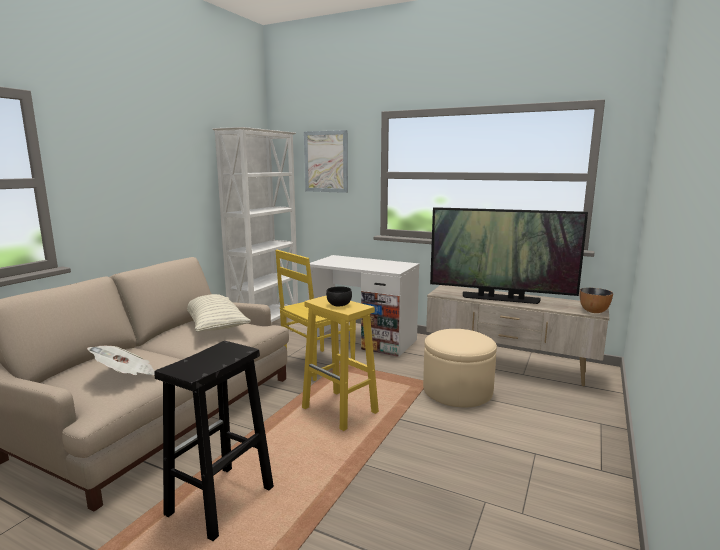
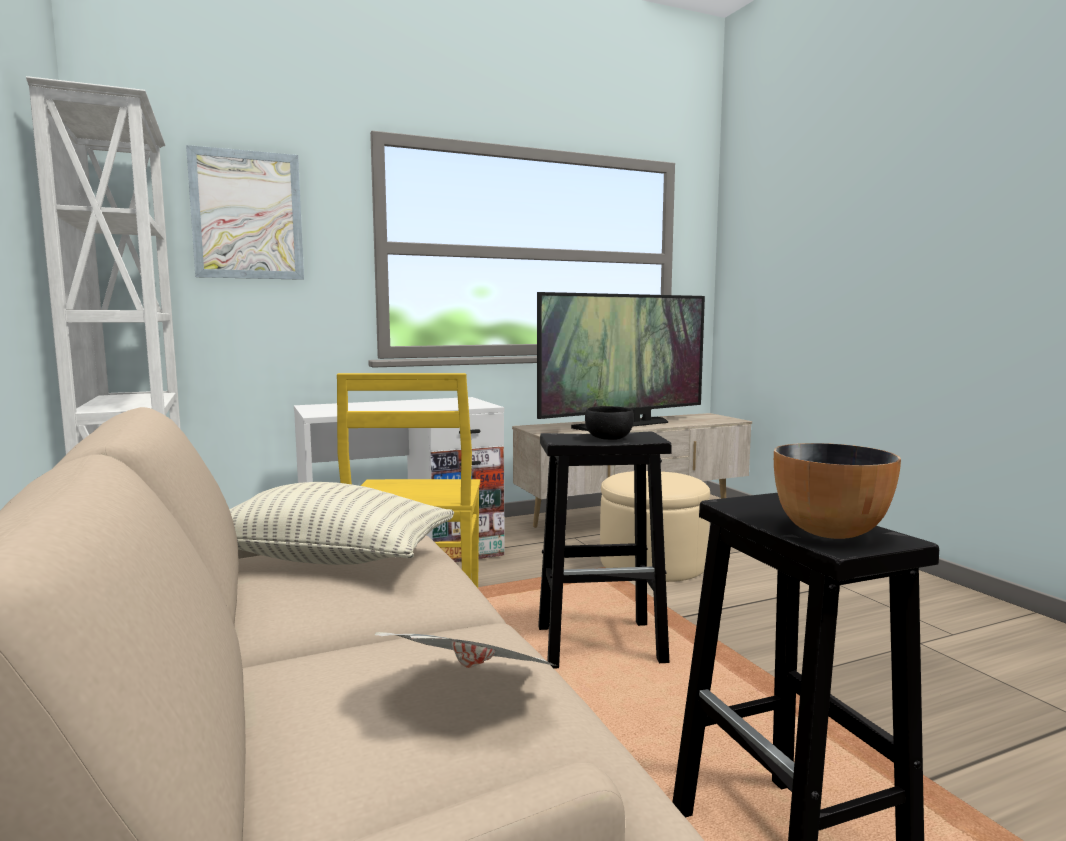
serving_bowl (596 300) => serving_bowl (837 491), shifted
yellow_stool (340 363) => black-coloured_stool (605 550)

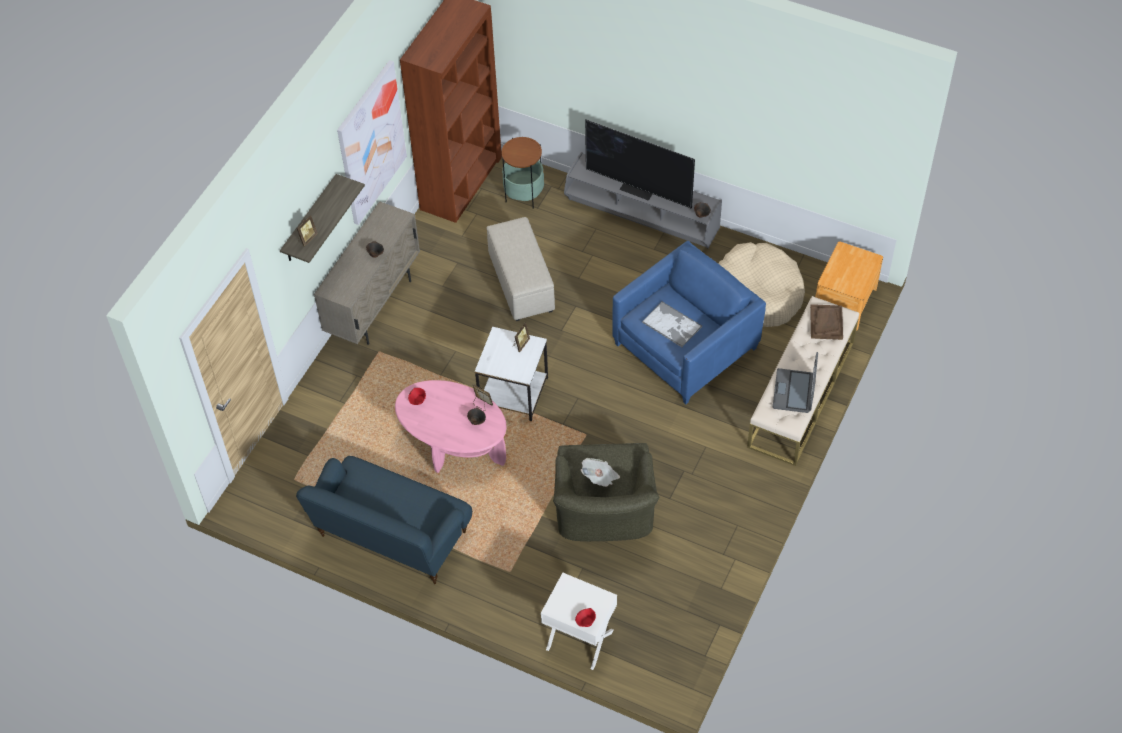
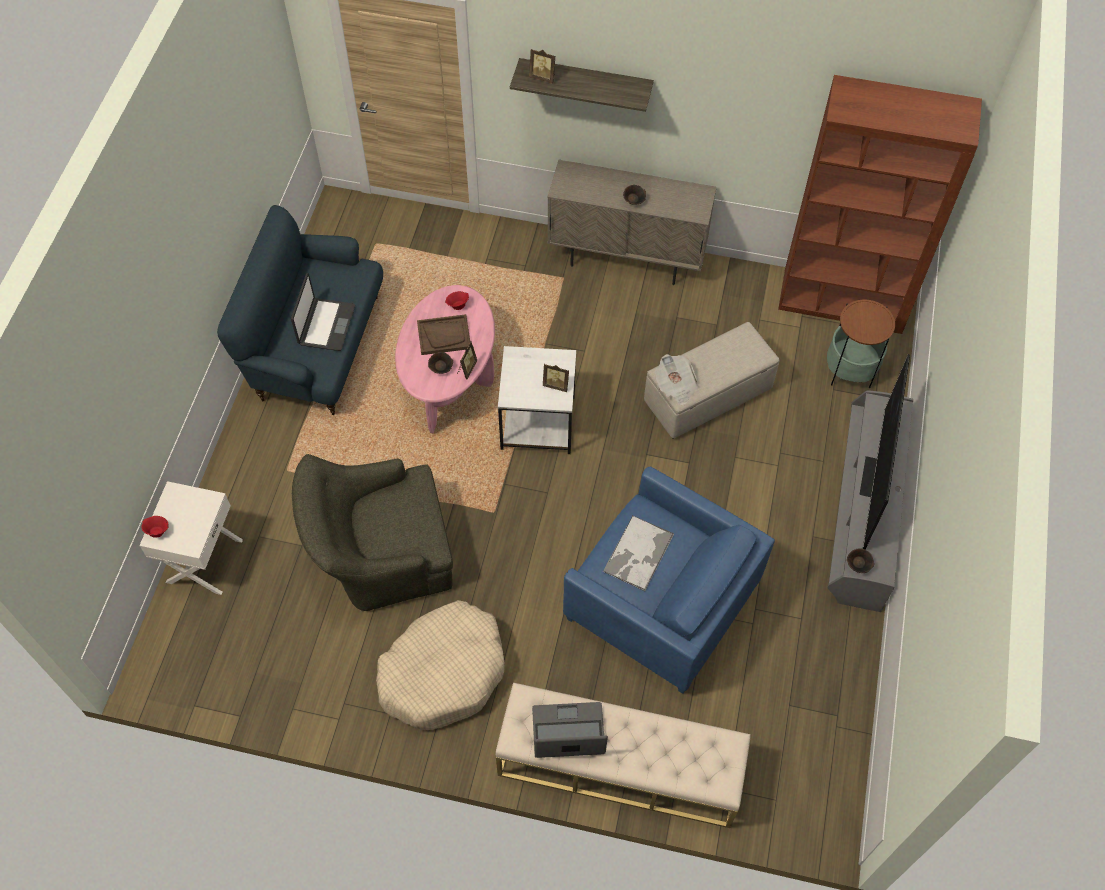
picture (372 142) => nothing
brown-coloured_bedside_table (849 286) => nothing
nothing => portable_computer (323 312)
daily_paper (600 472) => daily_paper (677 379), shifted
sand-coloured_dog_cushion (762 284) => sand-coloured_dog_cushion (440 665), shifted
brown-coloured_tray (826 322) => brown-coloured_tray (443 334), shifted

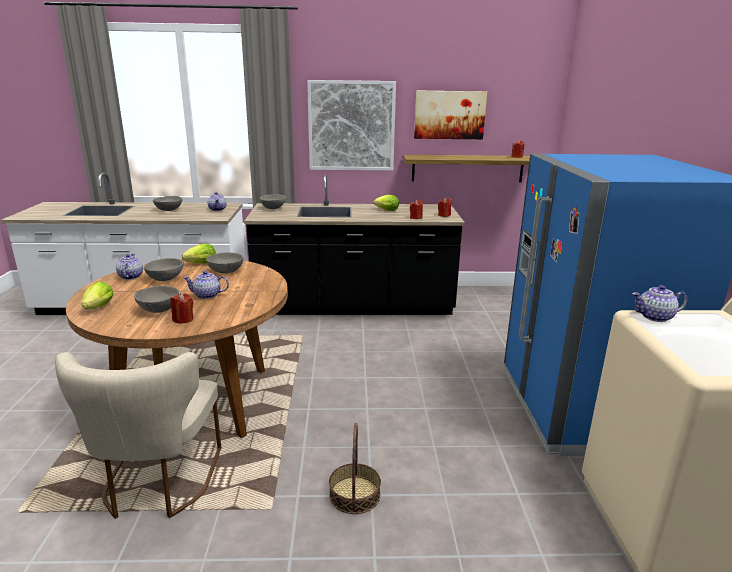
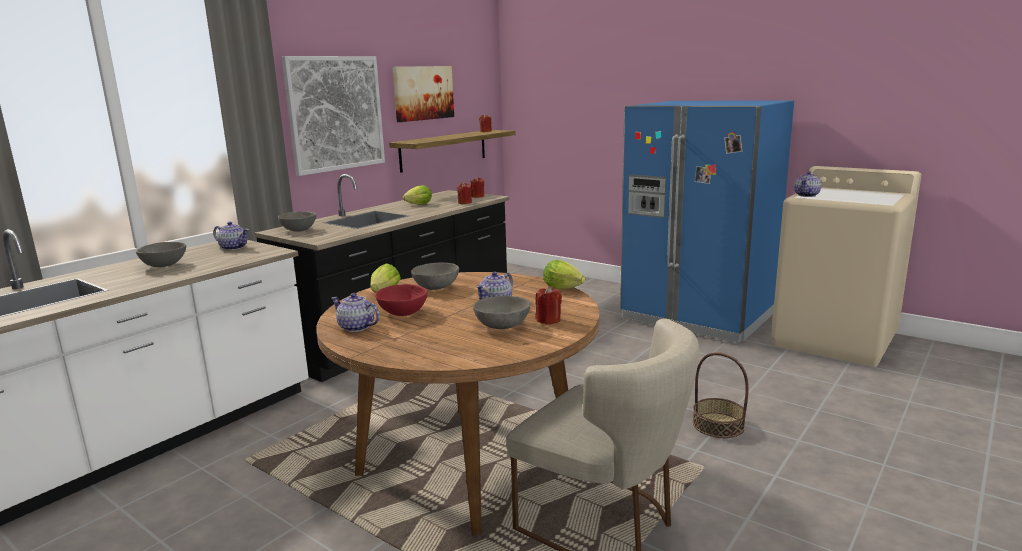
head_of_lettuce (98 295) => head_of_lettuce (564 275), shifted
grey_serving_bowl (164 269) => red_serving_bowl (401 300)

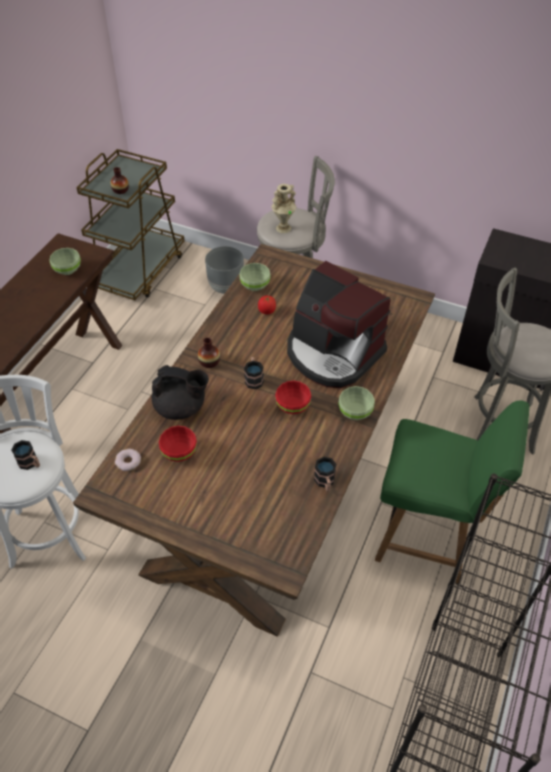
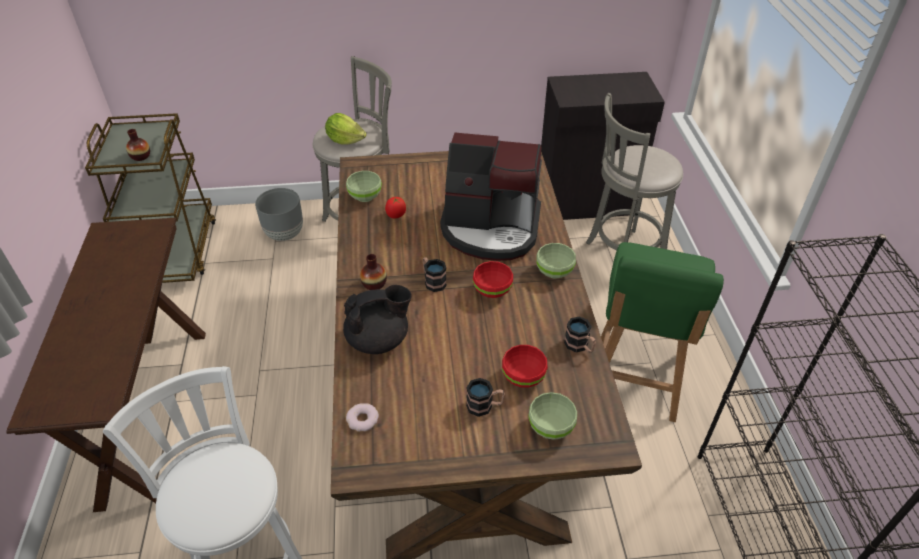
coffee_mug (25 455) => coffee_mug (485 397), shifted
green_serving_bowl (65 261) => green_serving_bowl (552 416), shifted
red_serving_bowl (178 444) => red_serving_bowl (525 366), shifted
sand-coloured_flower_vase (283 208) => head_of_lettuce (346 128)
green_upright_chair (452 492) => green_upright_chair (662 332), 120 degrees clockwise

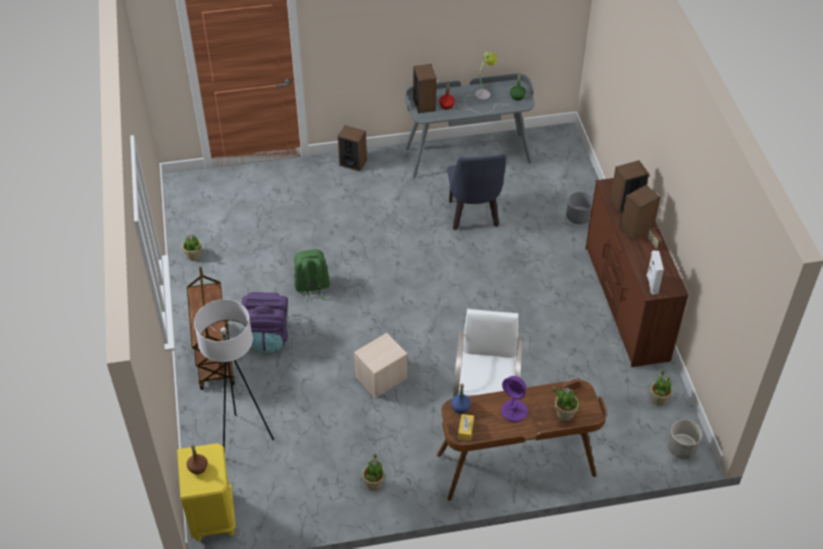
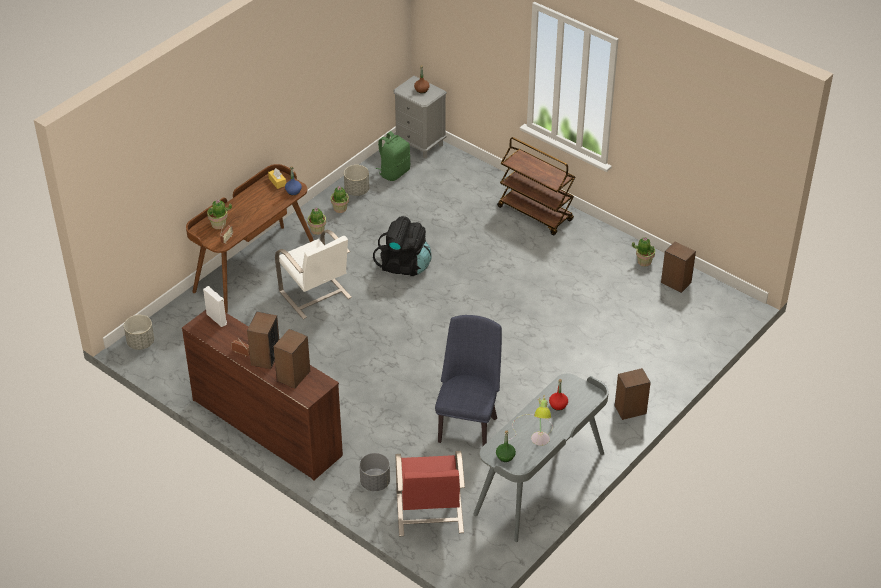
white_floor_lamp (234 375) => nothing
purple_rucksack (265 322) => nothing
purple_table_lamp (514 399) => nothing
nothing => grey_flower_pot (356 180)
nothing => red_upright_chair (430 493)
green_rucksack (312 275) => green_rucksack (393 156), shifted
audio_speaker (425 89) => audio_speaker (678 267), shifted
potted_plant (661 388) => potted_plant (317 221), shifted
sand-coloured_storage_box (381 365) => black-coloured_rucksack (402 246)
yellow_bedside_table (206 492) => grey_bedside_table (420 117)
bluish_upright_chair (477 192) => bluish_upright_chair (468 380), 60 degrees clockwise

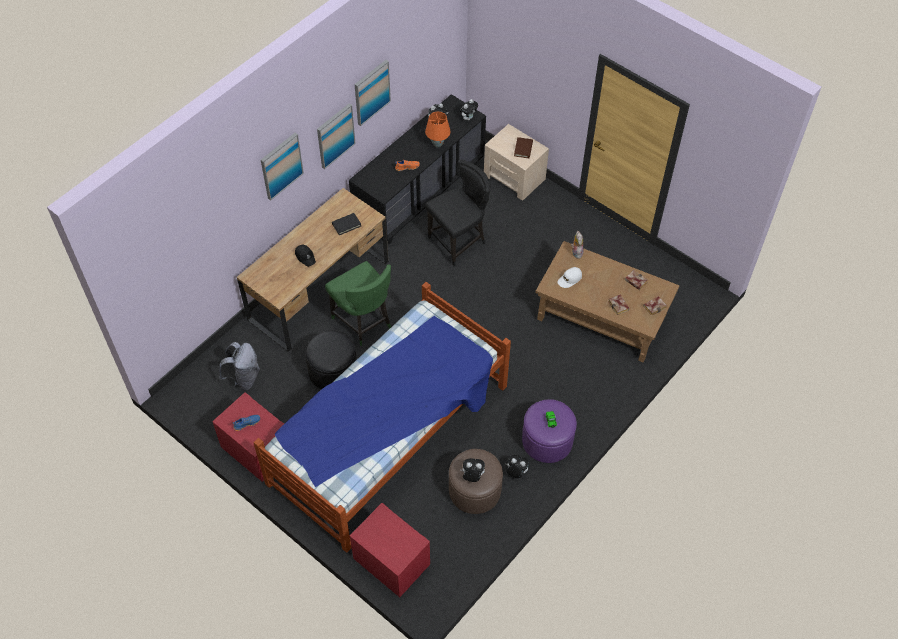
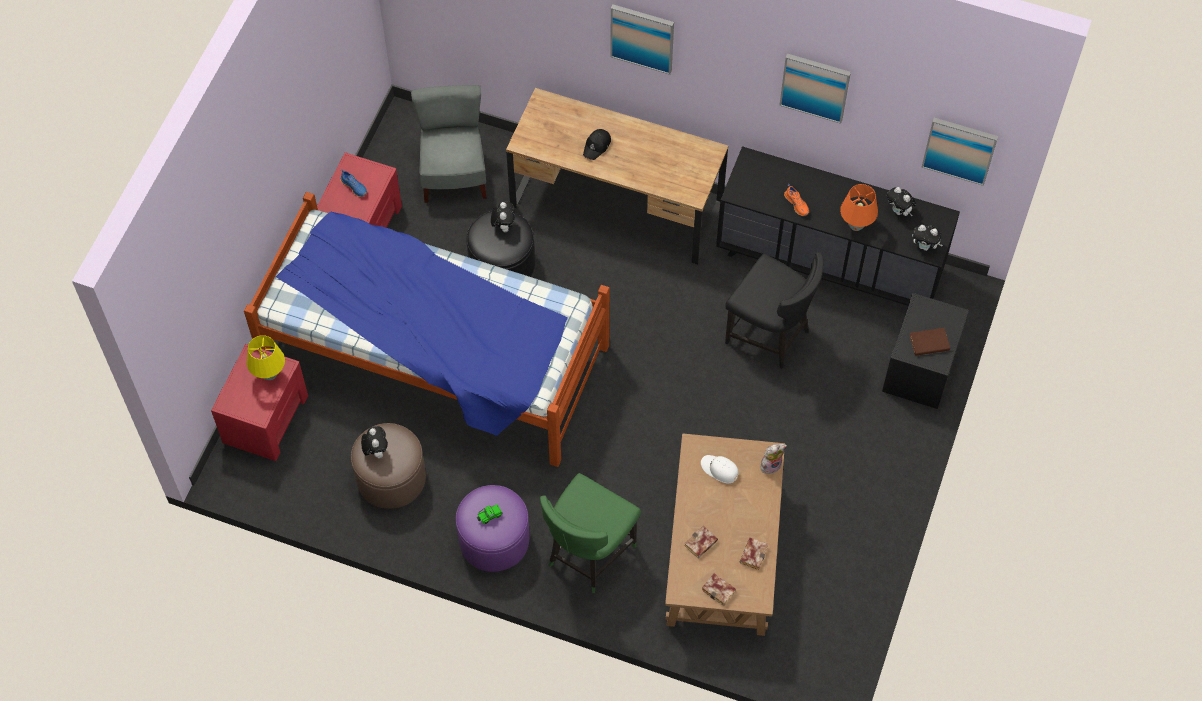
black-coloured_bound_book (346 224) => nothing
nothing => yellow_table_lamp (266 357)
picture (336 136) => picture (959 152), shifted
green_upright_chair (358 303) => green_upright_chair (590 533), shifted
cuddly_toy (517 466) => cuddly_toy (503 216), shifted
grey_rucksack (239 366) => grey_upright_chair (449 144)
sand-coloured_bedside_table (516 162) => black-coloured_bedside_table (925 351)

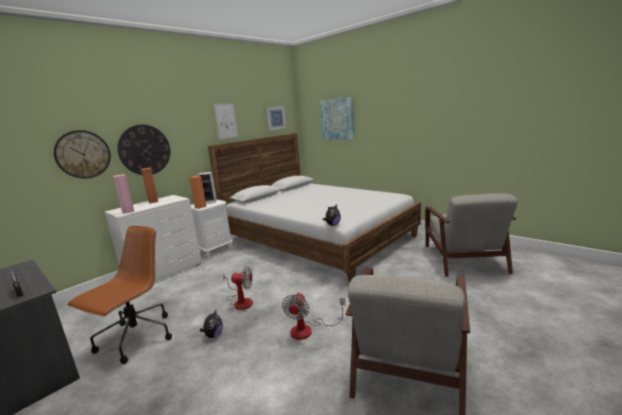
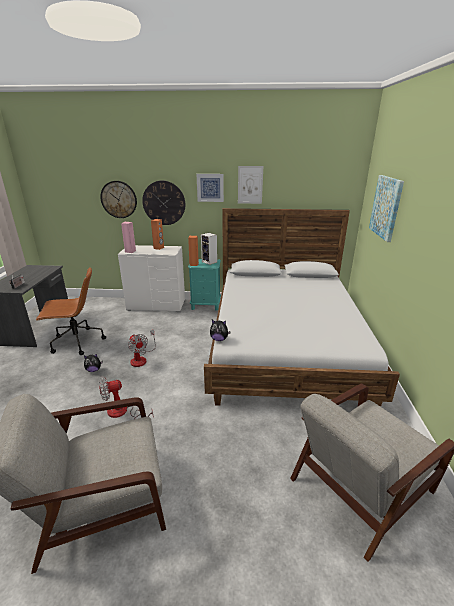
picture (276 118) => picture (210 188), shifted
white_bedside_table (212 229) => turquoise-coloured_bedside_table (204 285)

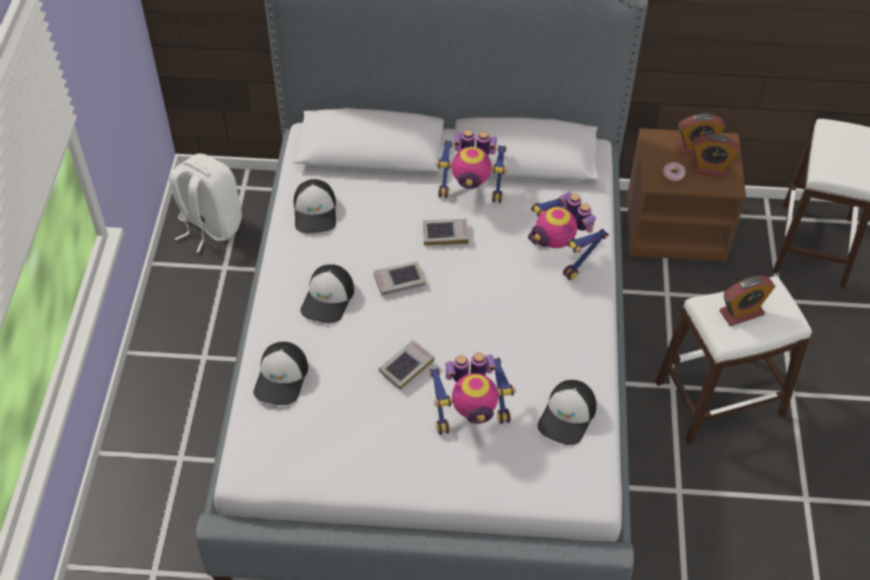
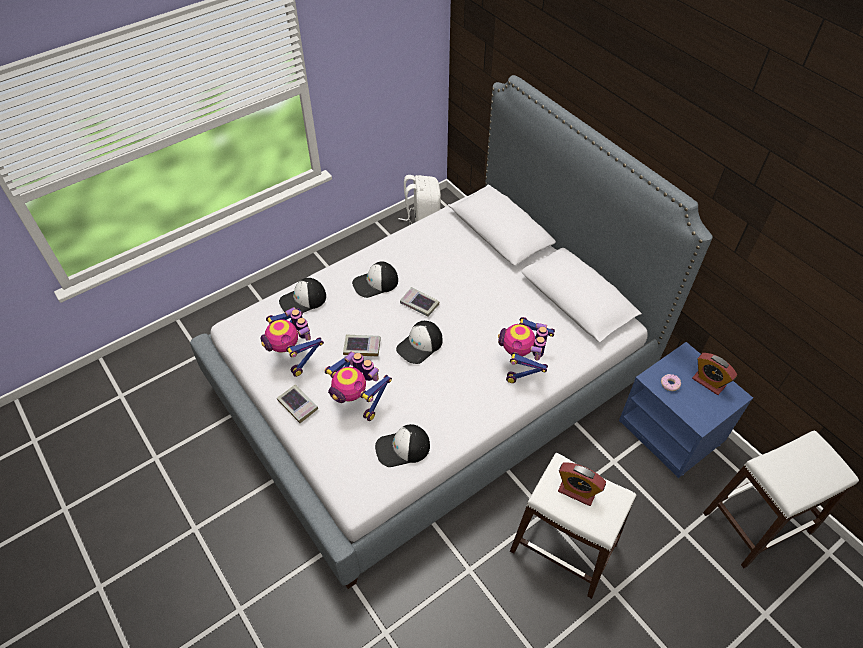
bedside_clock (716 156) => nothing
baseball_cap (315 206) => baseball_cap (419 342), shifted
bound_book (446 232) => bound_book (297 404), shifted
robot_figure (471 166) => robot_figure (292 342), shifted
brown-coloured_bedside_table (686 195) => bluish_bedside_table (686 410)

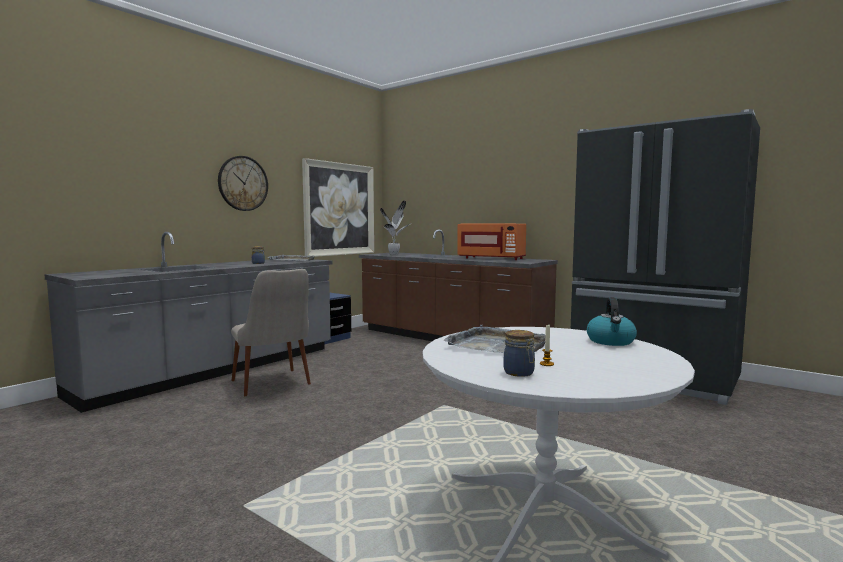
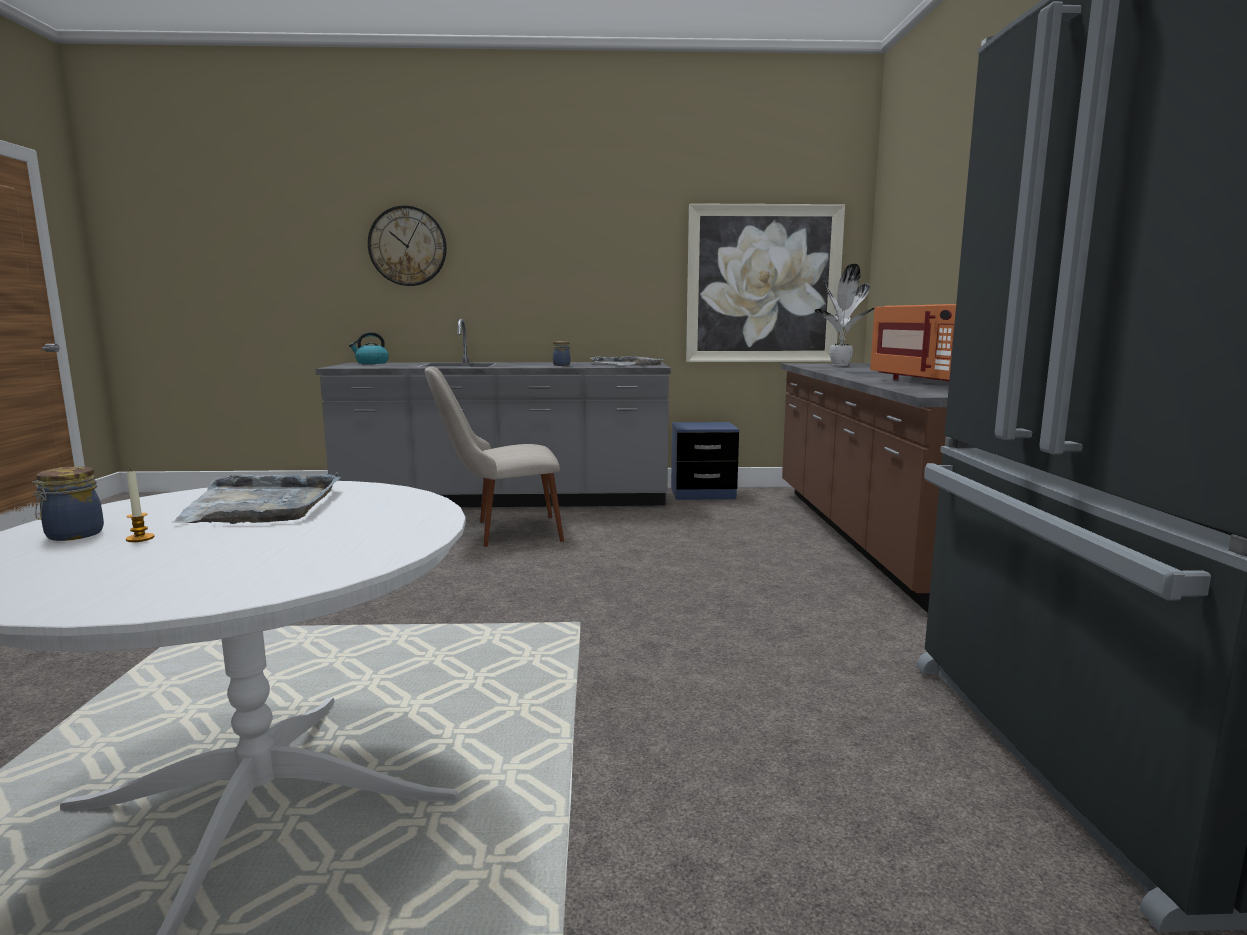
hanging_clock (243 183) => hanging_clock (407 245), shifted
tea_kettle (612 321) => tea_kettle (369 348), shifted
sand-coloured_upright_chair (271 332) => sand-coloured_upright_chair (494 456), 60 degrees clockwise

